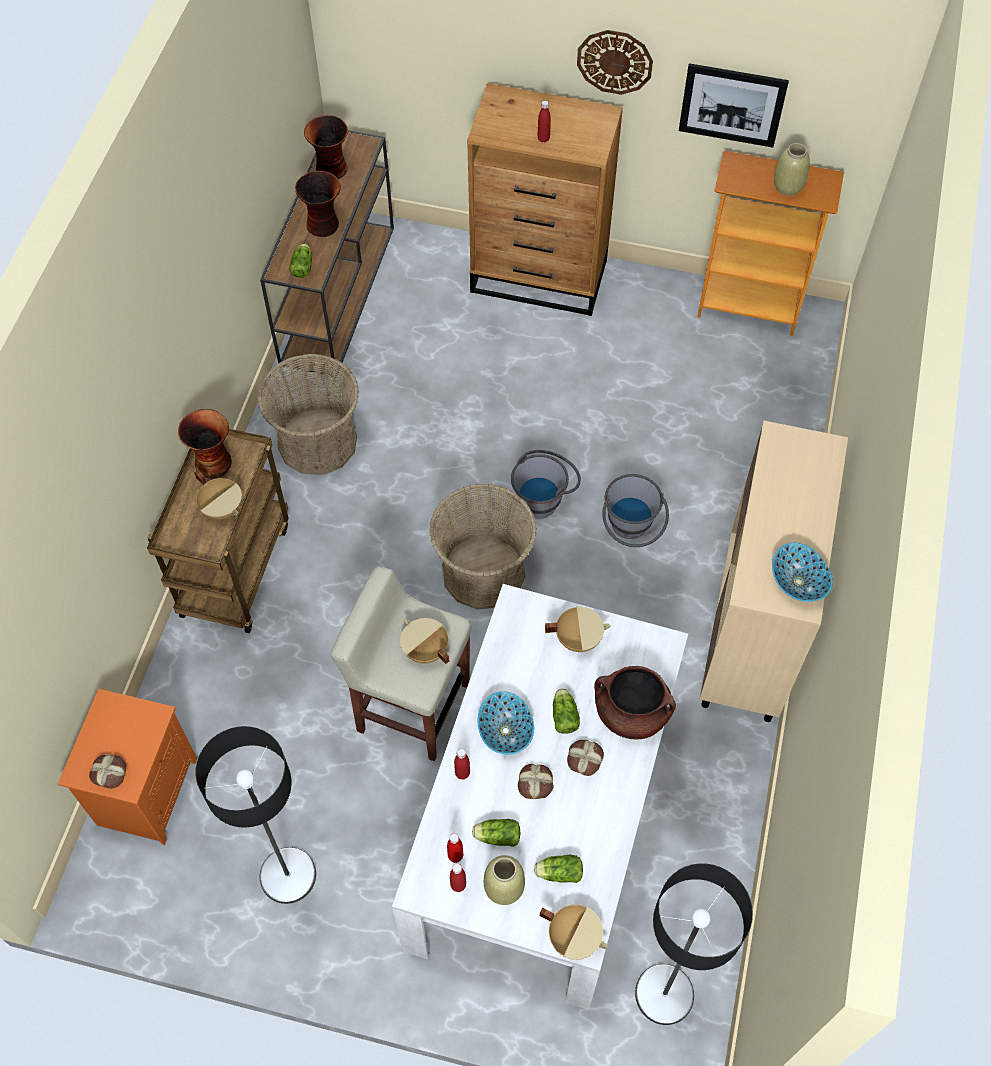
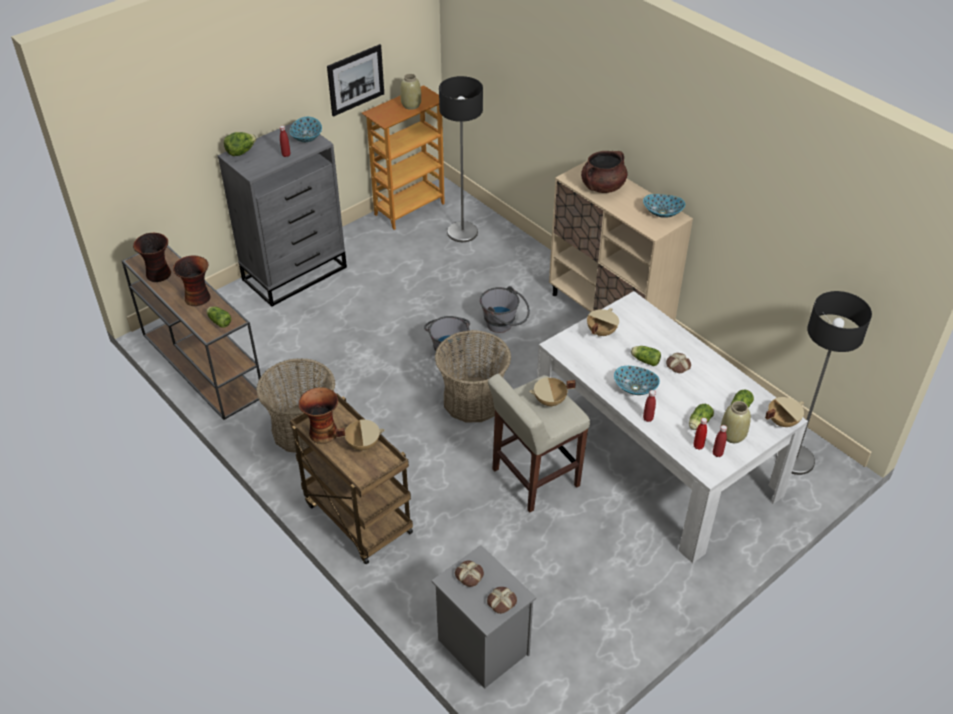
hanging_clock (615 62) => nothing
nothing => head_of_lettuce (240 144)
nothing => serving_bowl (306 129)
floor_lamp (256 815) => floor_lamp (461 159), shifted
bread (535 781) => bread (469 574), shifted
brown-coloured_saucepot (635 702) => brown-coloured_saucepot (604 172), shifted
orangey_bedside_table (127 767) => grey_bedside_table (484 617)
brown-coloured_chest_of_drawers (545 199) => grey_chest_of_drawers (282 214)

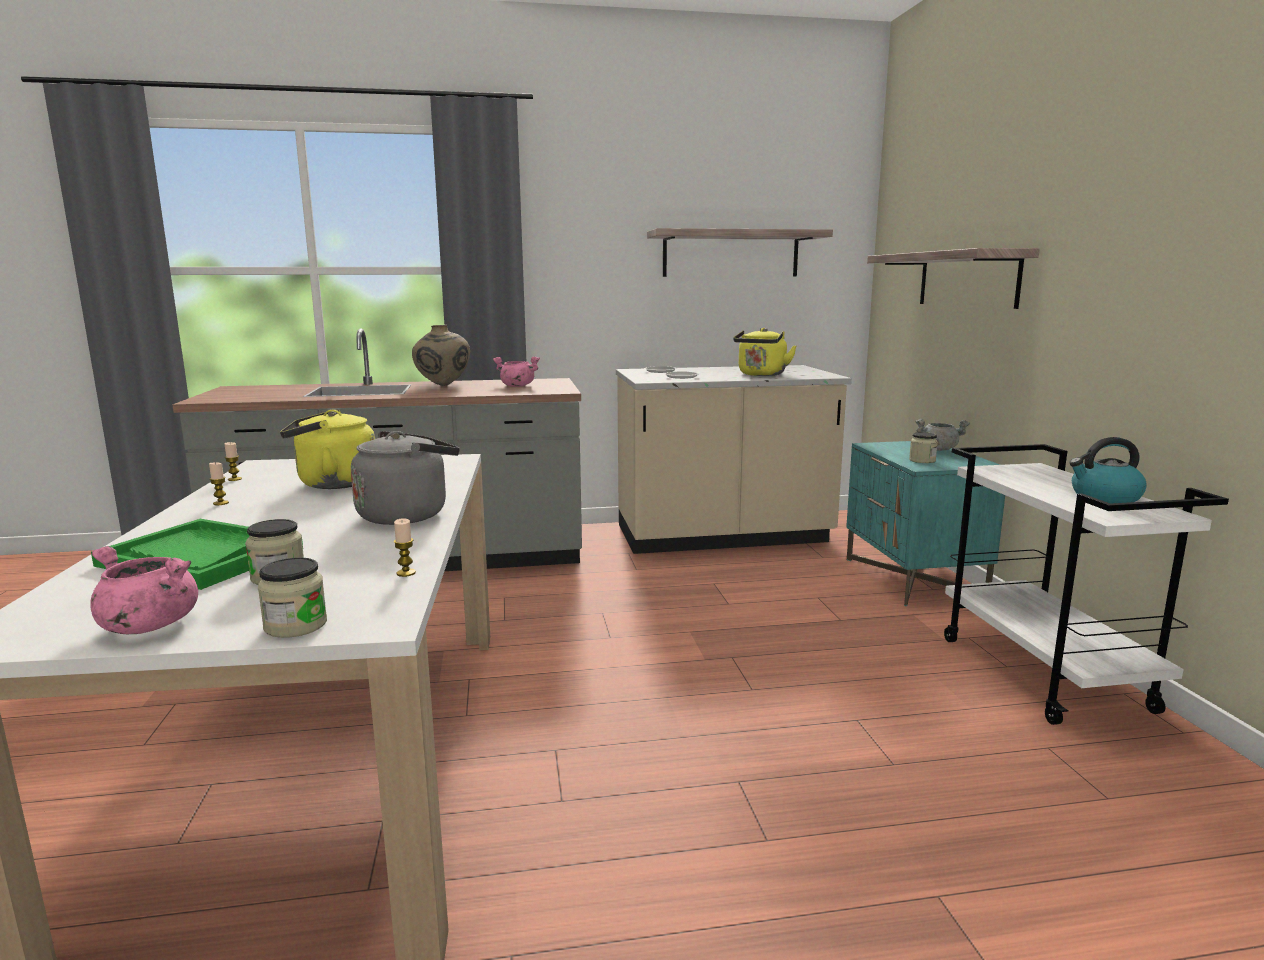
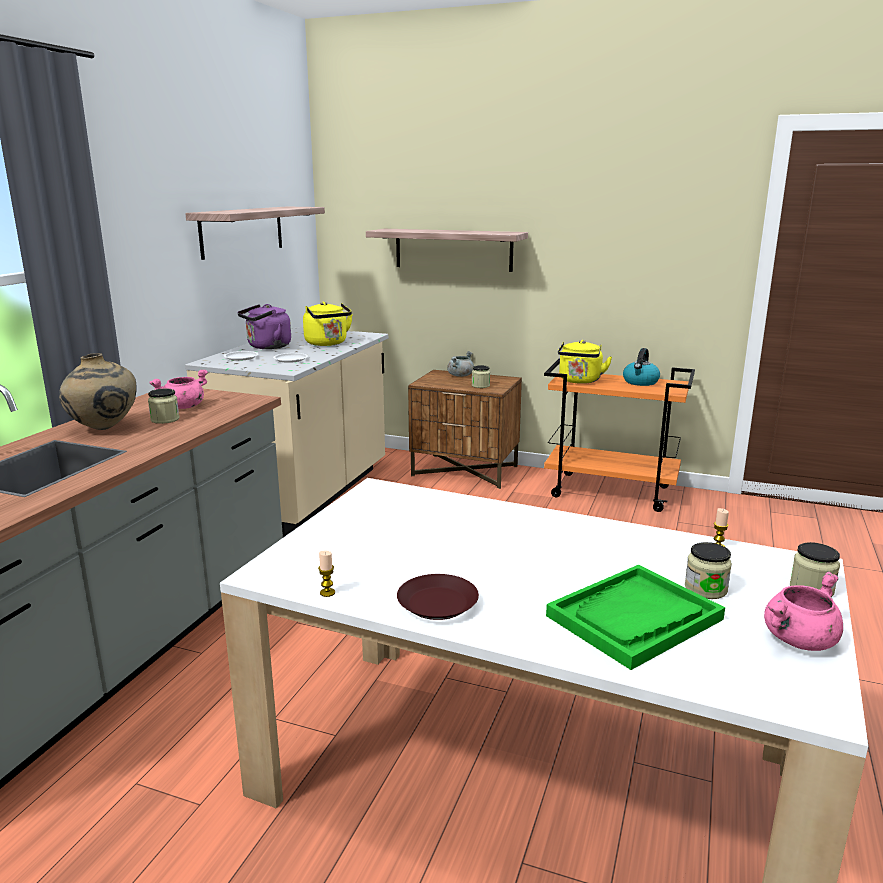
grey_tea_kettle (405 478) => nothing
nothing => preserve_jar (163 406)
nothing => purple_tea_kettle (264 326)
yellow_tea_kettle (327 449) => yellow_tea_kettle (585 362), shifted
wax_candle (219 483) => brown-coloured_dinner_plate (438 597)
turquoise-coloured_bedside_table (925 523) => brown-coloured_bedside_table (465 429)
white_cart (1086 584) => orangey_cart (619 435)

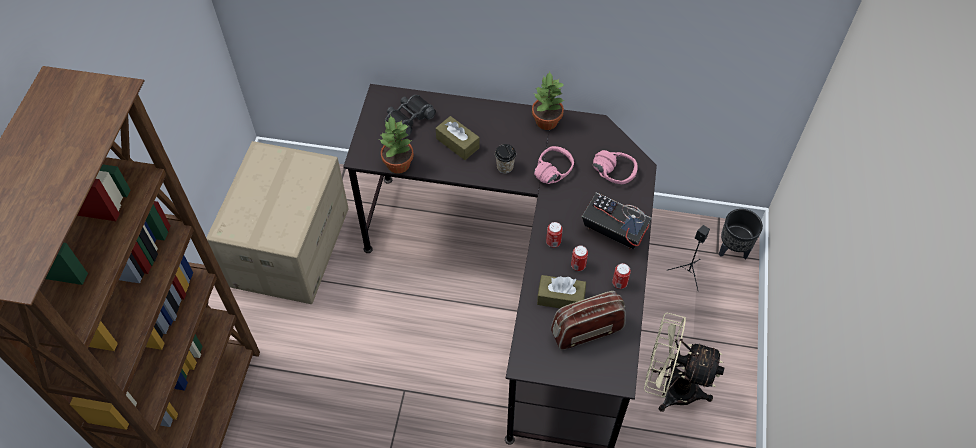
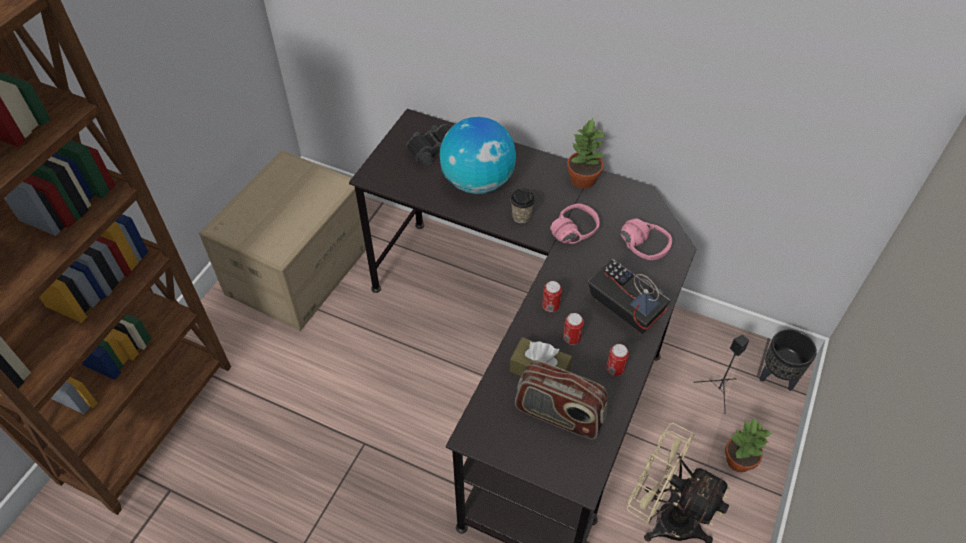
potted_plant (397 145) => potted_plant (749 444), shifted
brown-coloured_tissue_holder (458 138) => globe (478 155)
radio (588 320) => radio (561 399), 150 degrees counterclockwise

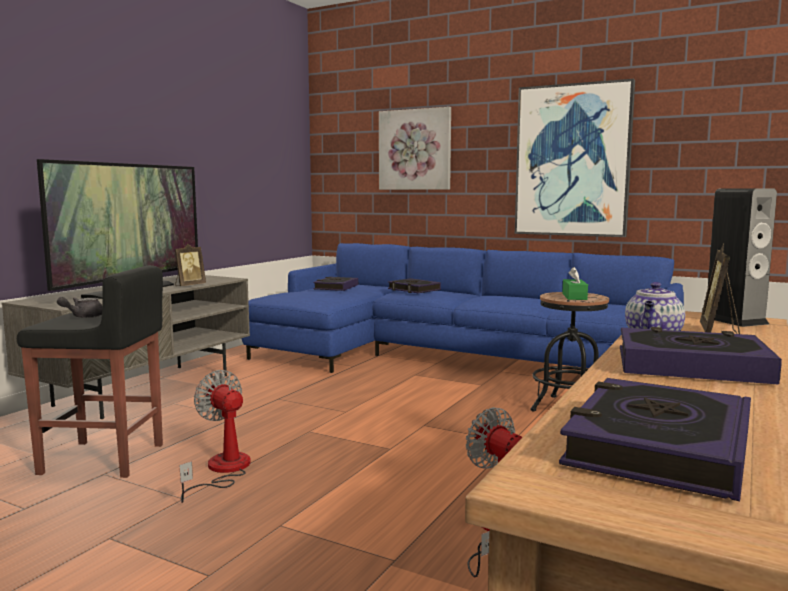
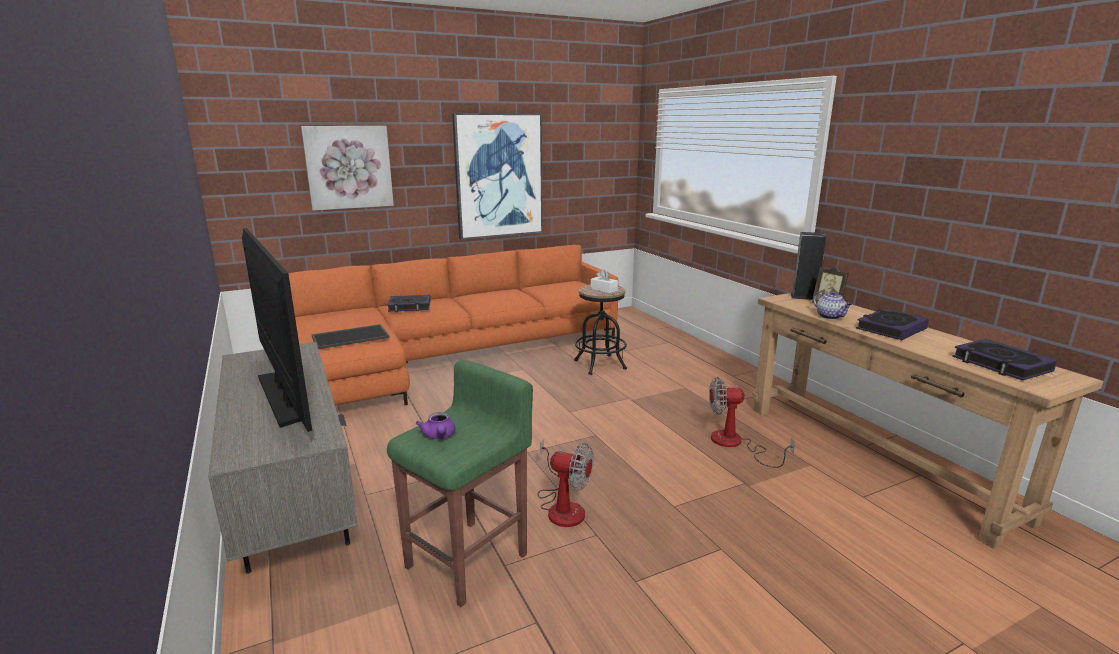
picture_frame (190 265) => nothing
bound_book (335 284) => nothing
nothing => tray (350 336)
black-coloured_stool (90 371) => green_stool (460 483)
grey_pot_for_tea (79 307) => purple_pot_for_tea (435 425)
bluish_settee (462 308) => orangey_settee (453 325)
green_tissue_holder (575 283) => white_tissue_holder (604 281)
cooling_fan (215 436) => cooling_fan (566 483), 150 degrees counterclockwise

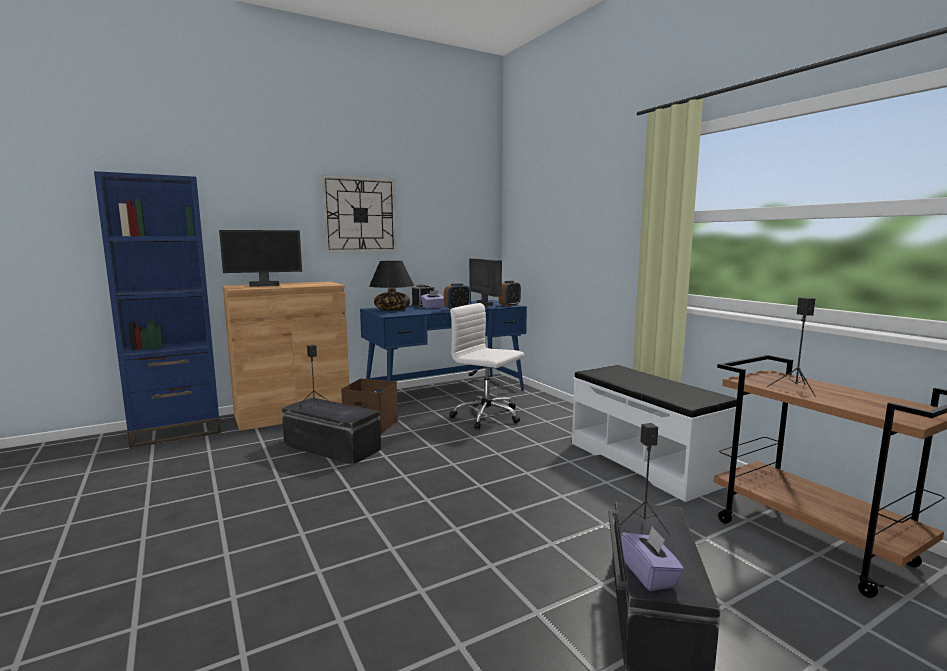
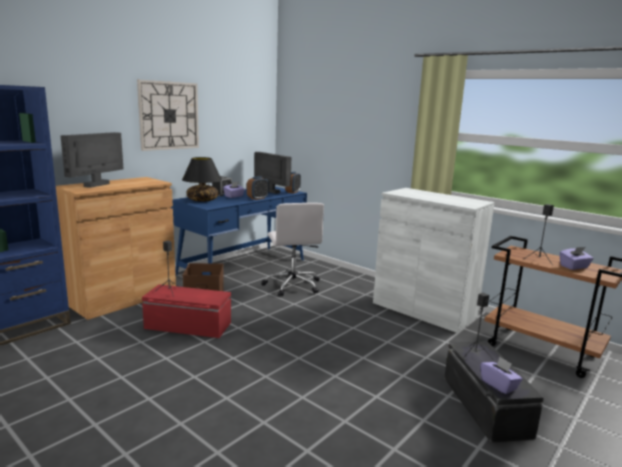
nothing => purple_tissue_holder (577 258)
white_bench (654 433) => white_cabinet (434 260)
black-coloured_storage_box (331 431) => red_storage_box (186 311)
computer_screen (260 258) => computer_screen (92 160), 150 degrees clockwise
white_office_chair (487 366) => white_office_chair (292 249), 120 degrees counterclockwise

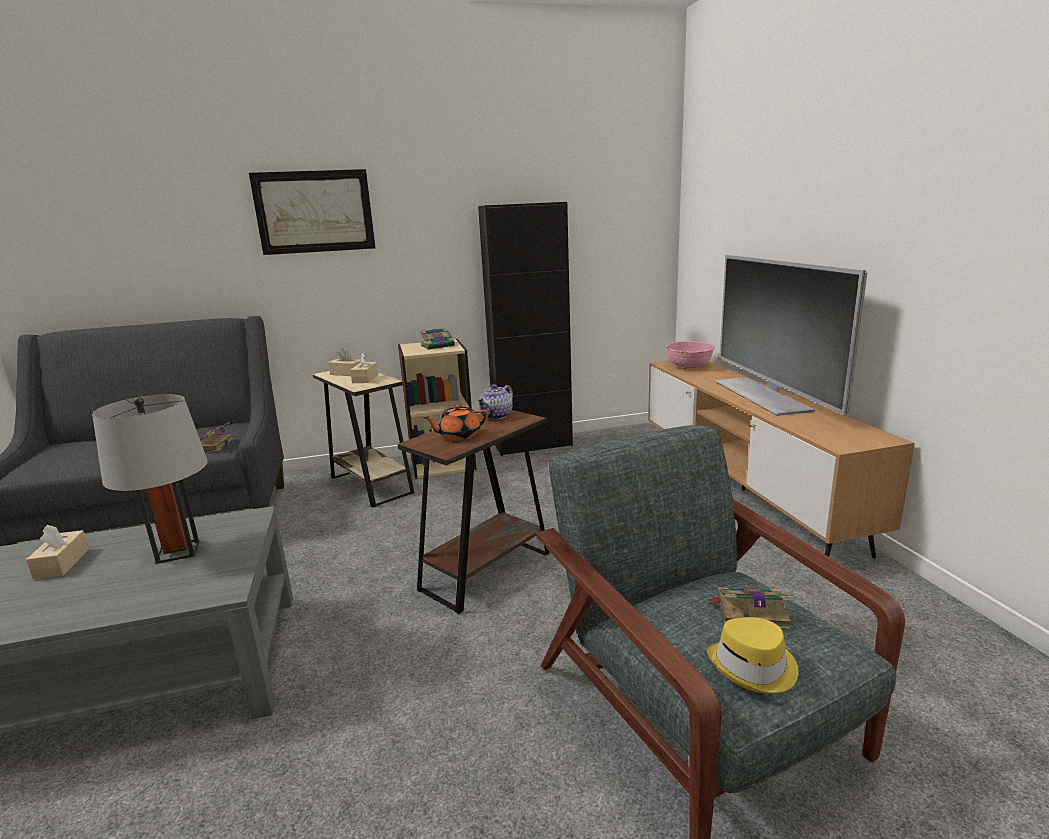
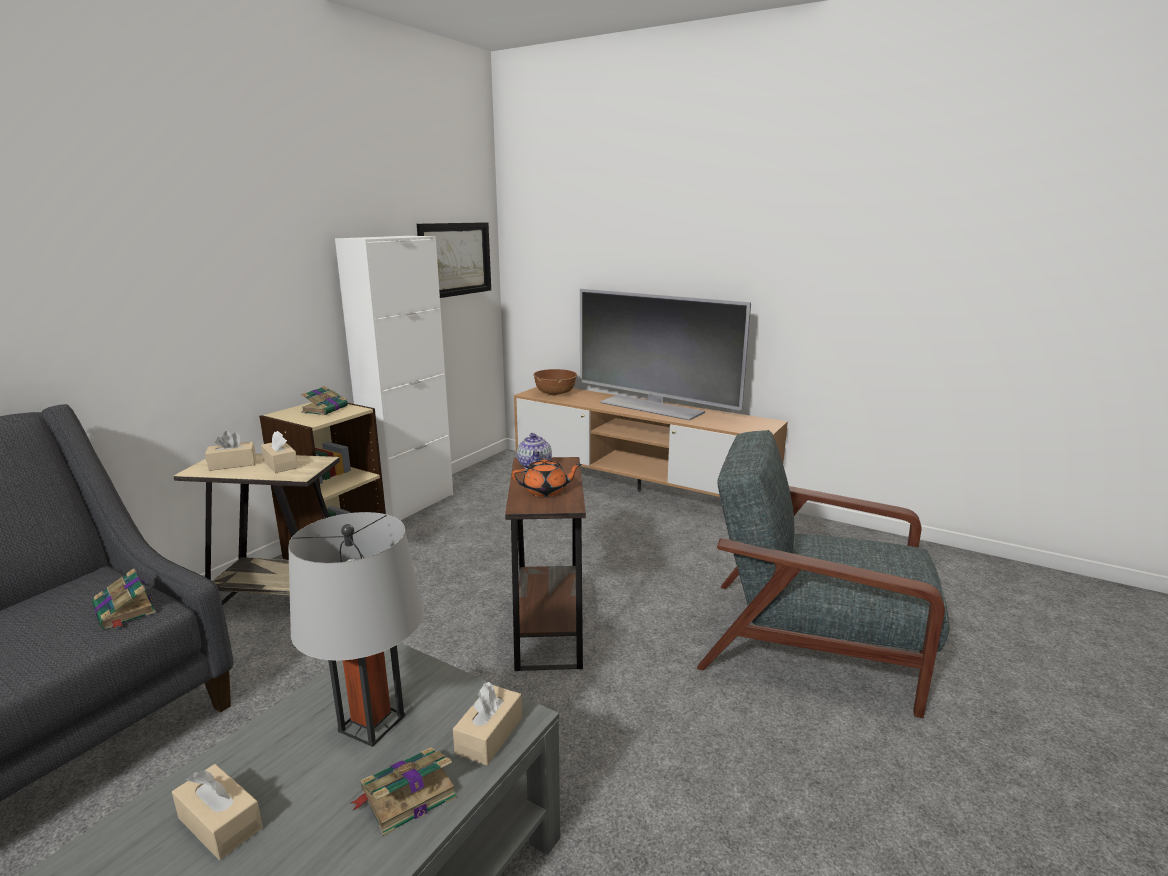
yellow_clothing_hat (753 655) => nothing
nothing => sand-coloured_tissue_holder (487 723)
picture (312 212) => picture (454 260), shifted
bound_book (750 609) => bound_book (403 791), shifted
black-coloured_cabinet (525 329) => white_cabinet (394 378)
pinkish_serving_bowl (691 355) => brown-coloured_serving_bowl (555 382)
orangey_pot_for_tea (456 422) => orangey_pot_for_tea (547 477), 120 degrees counterclockwise

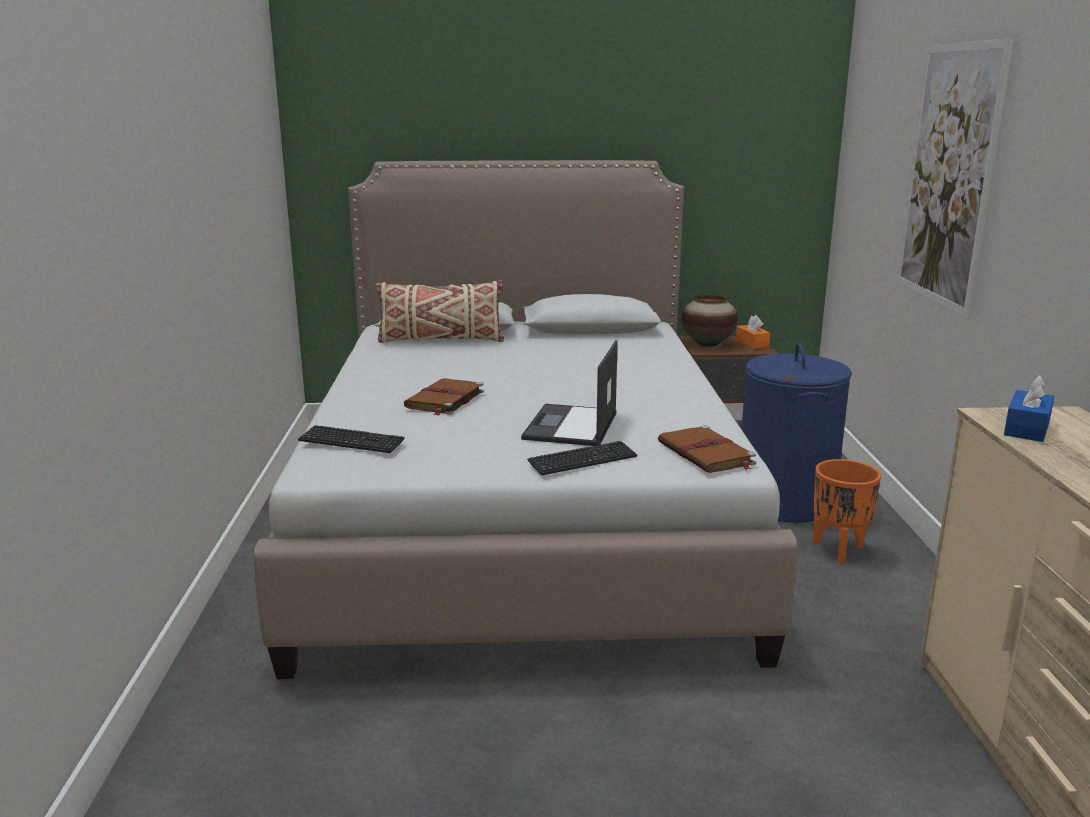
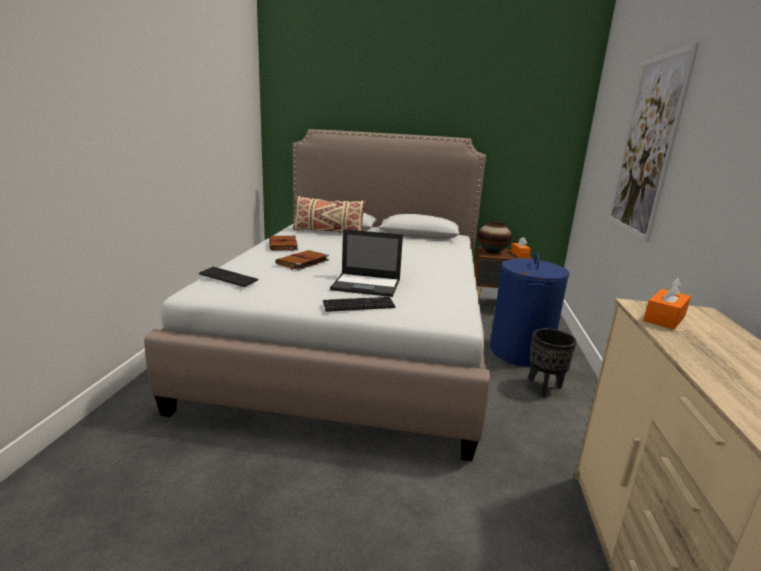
brown-coloured_bound_book (707 449) => brown-coloured_bound_book (283 243), shifted
orangey_flower_pot (847 511) => black-coloured_flower_pot (552 362)
bluish_tissue_holder (1029 408) => orangey_tissue_holder (667 304)
portable_computer (569 393) => portable_computer (366 263), 105 degrees counterclockwise

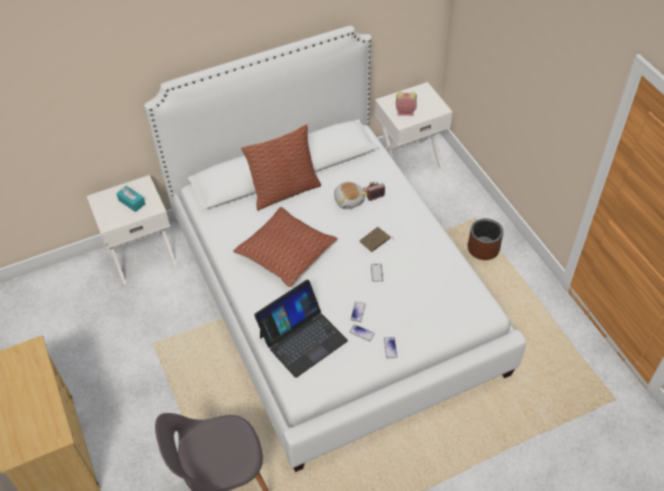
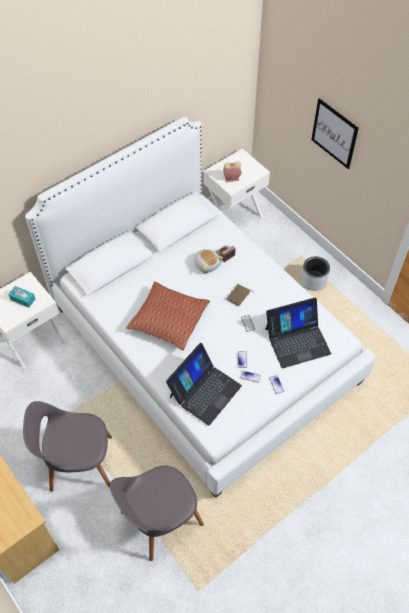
pillow (281 167) => nothing
nothing => grey_upright_chair (67 446)
nothing => portable_computer (298 332)
nothing => picture (335 133)
brown-coloured_flower_pot (485 239) => grey_flower_pot (315 274)

